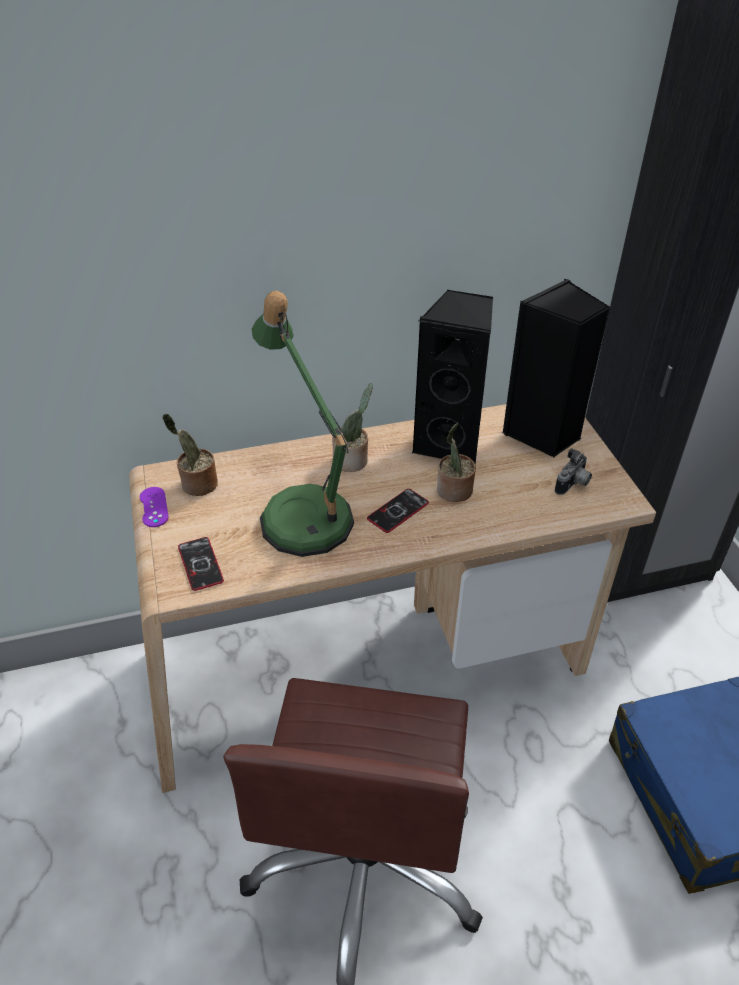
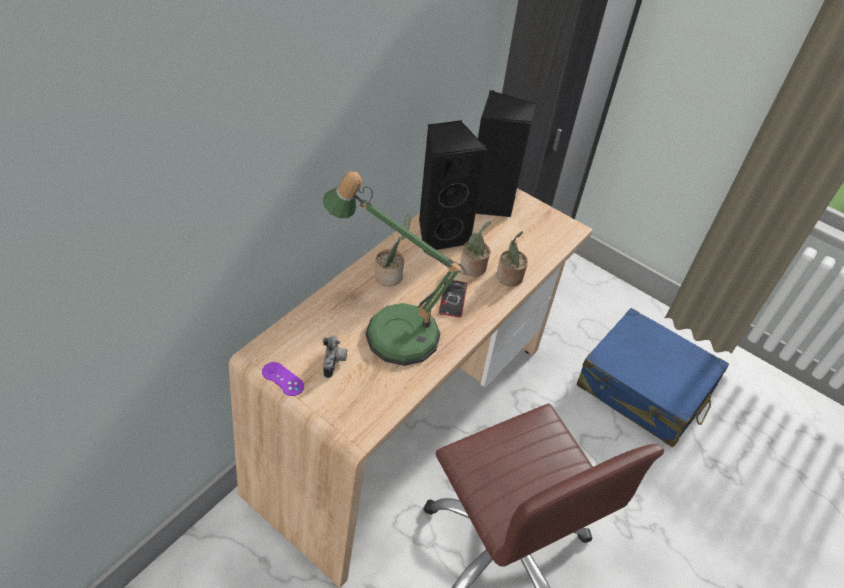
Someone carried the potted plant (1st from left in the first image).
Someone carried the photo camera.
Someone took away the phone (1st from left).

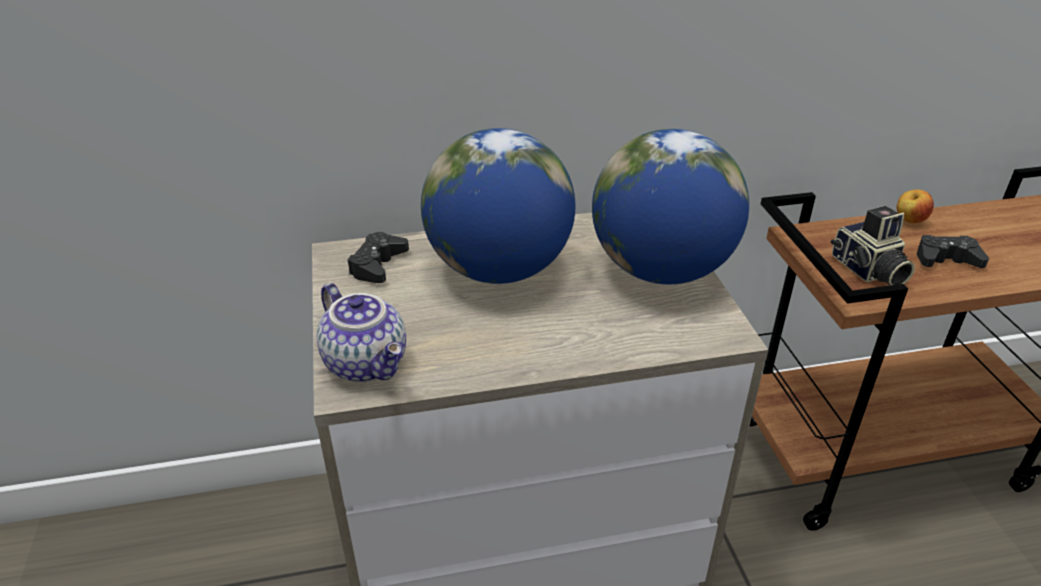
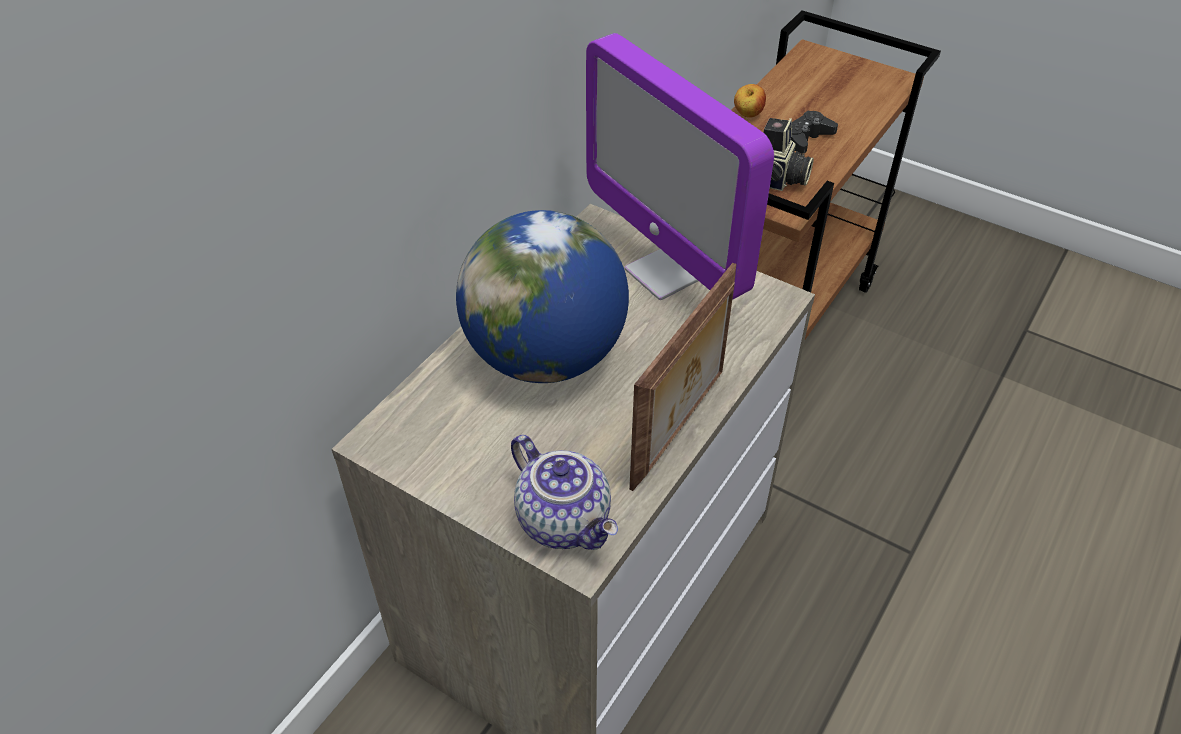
Someone swapped the globe (2nd from left) for the monitor.
Someone took away the black game controller (1st from left).
Someone rotated the teapot by 45 degrees clockwise.
Someone put down the picture frame.

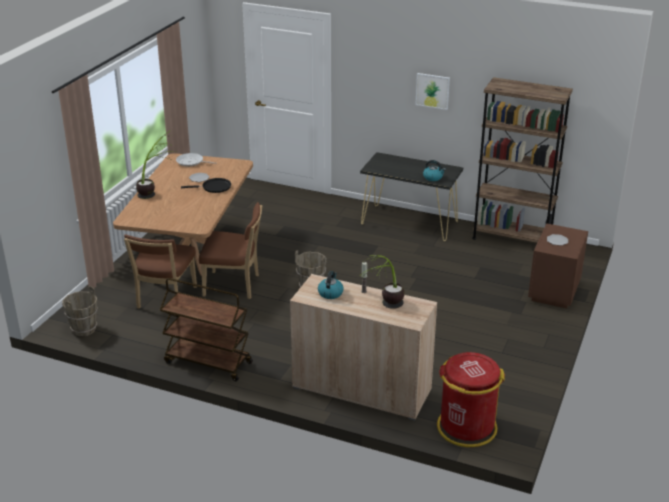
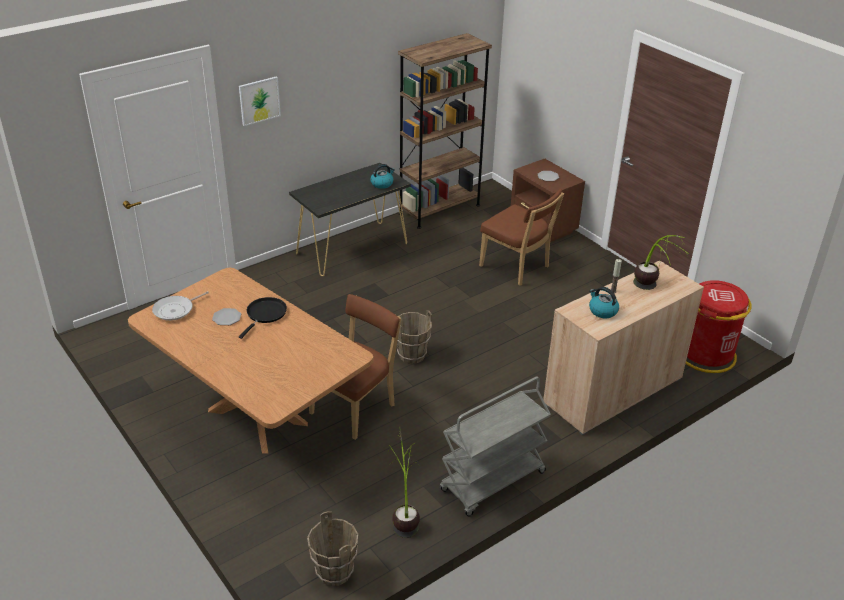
Someone carried the picture.
Someone carried the potted plant (1st from left).
Someone carried the brown chair (1st from left in the first image).
Someone repainted the brown cart, which became the grey cart.

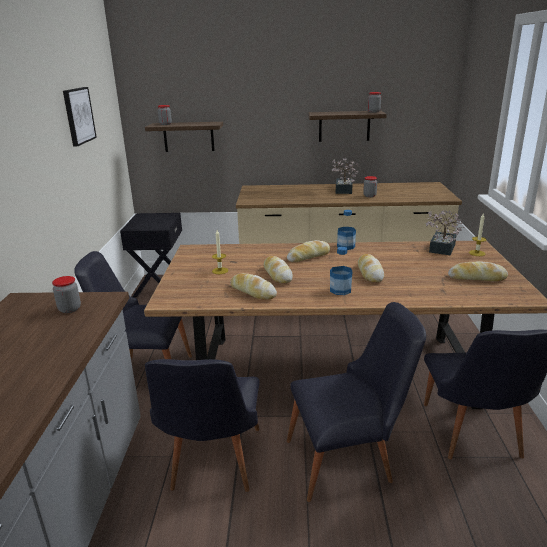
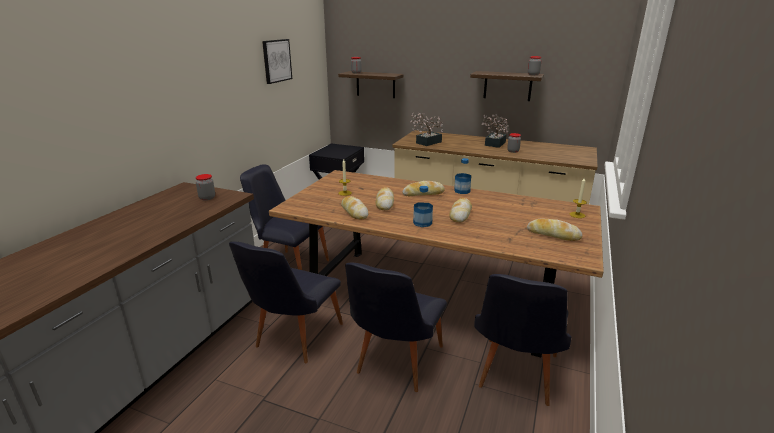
Someone carried the potted plant (2nd from left in the first image).
Someone rotated the black chair (3rd from left) by 105 degrees clockwise.

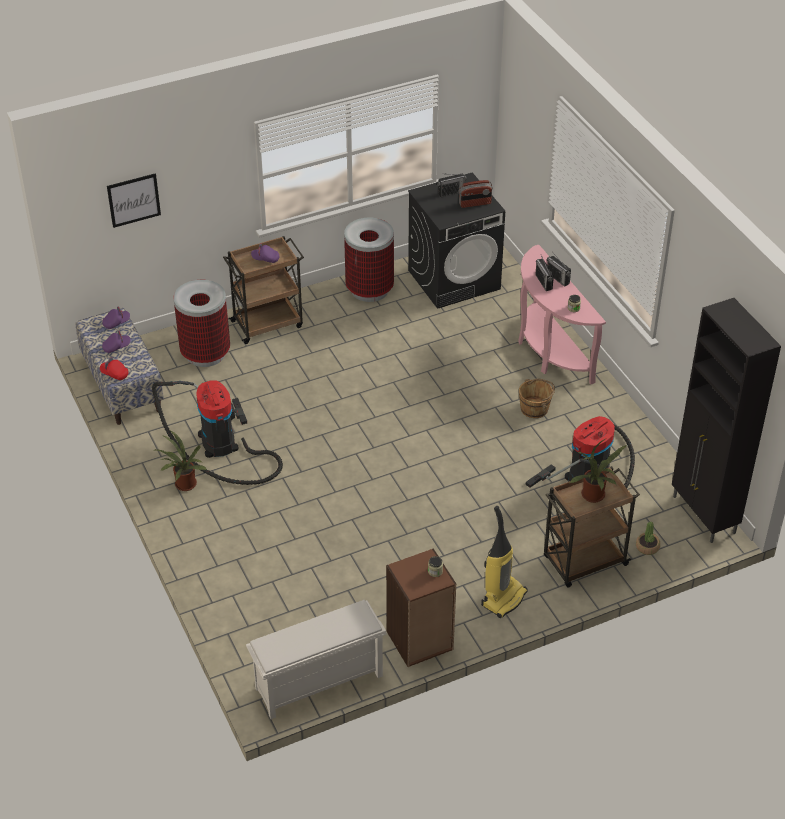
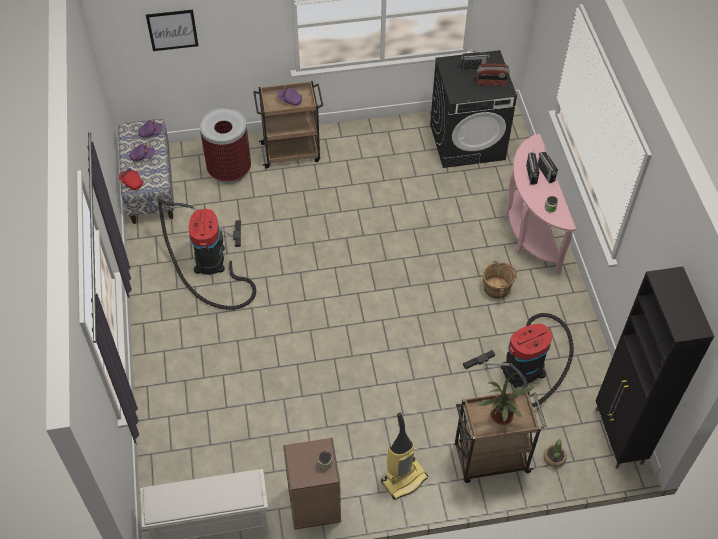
Someone took away the trash can (2nd from left).
Someone took away the potted plant (1st from left).

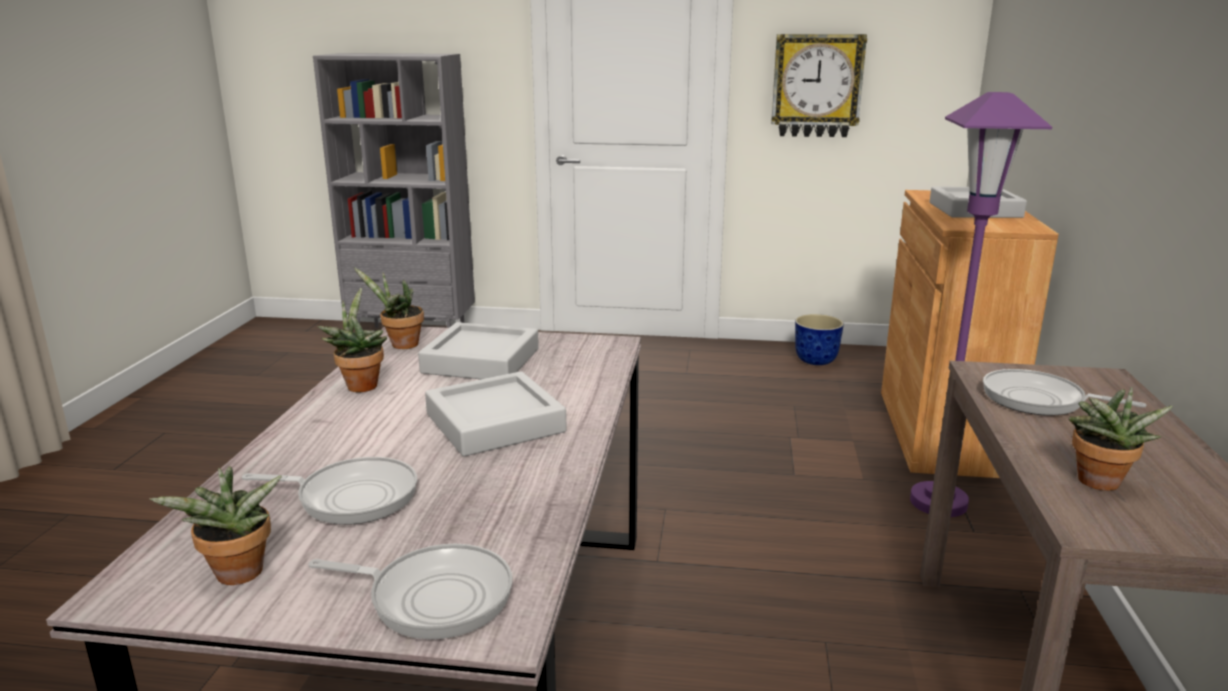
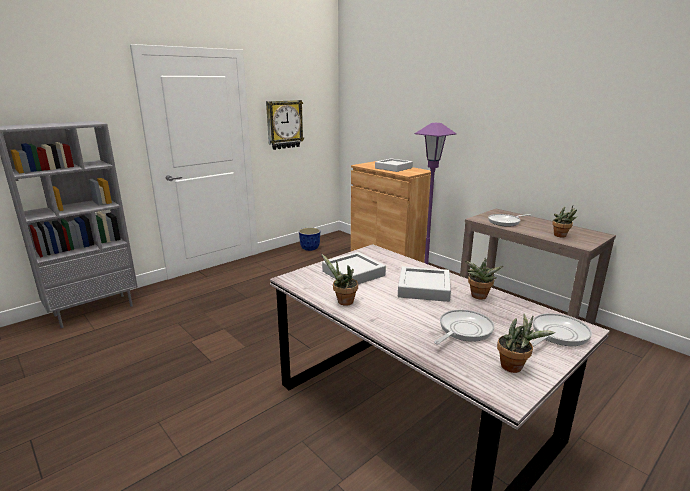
Someone carried the potted plant (3rd from left in the first image).

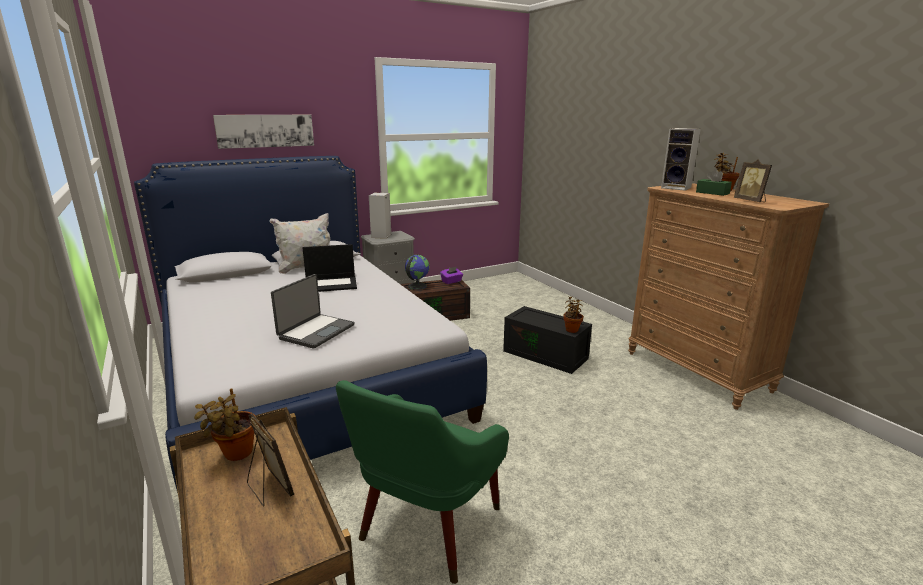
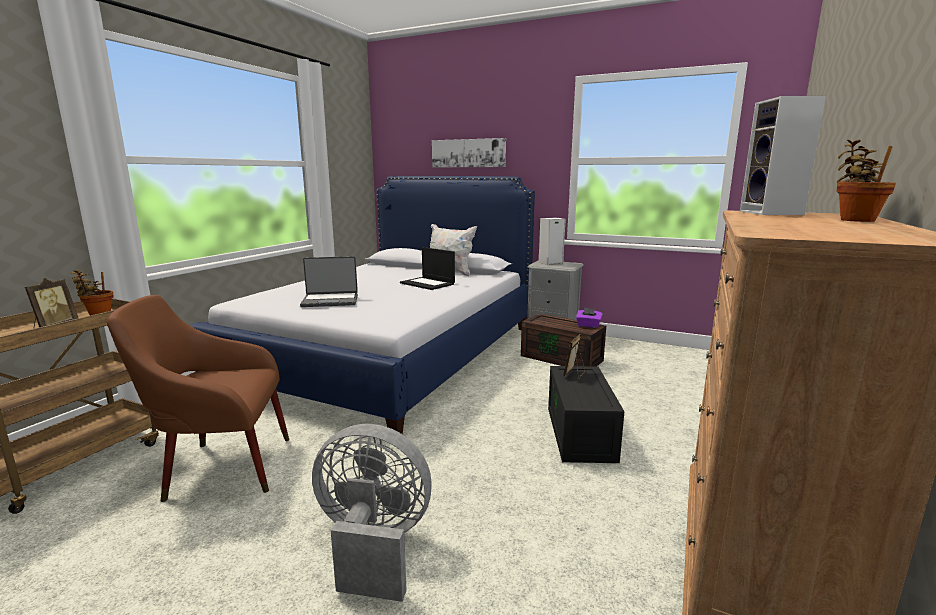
Someone carried the picture frame (2nd from left).
Someone took away the green tissue box.
Someone took away the globe.
Someone took away the potted plant (2nd from left).
Someone repainted the green armchair, which became the brown armchair.
Someone put down the grey fan.

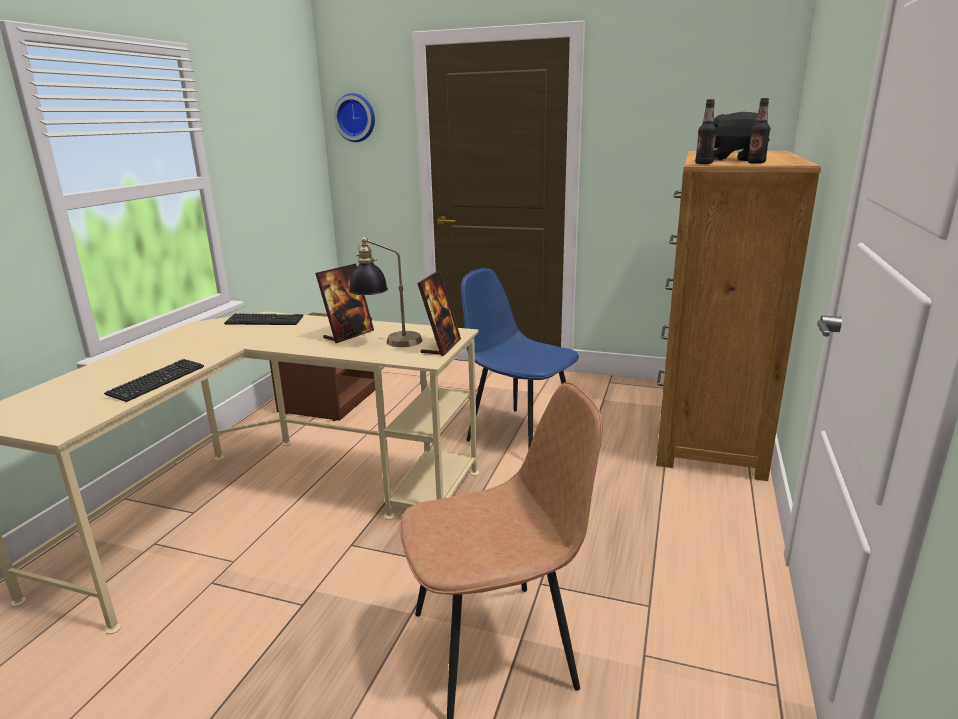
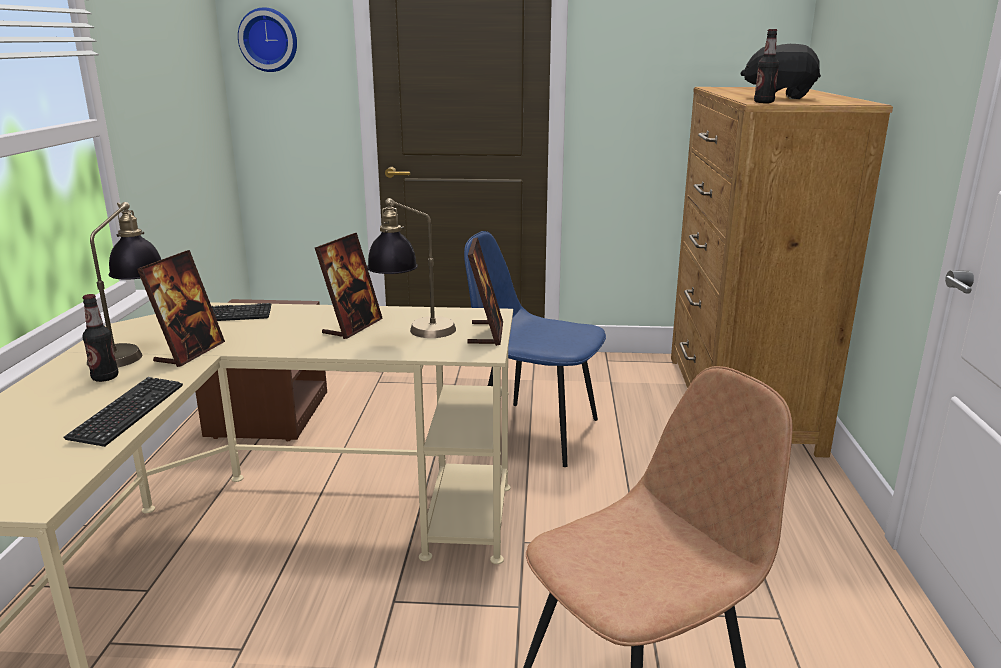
Someone carried the bottle (2nd from left in the first image).
Someone put down the table lamp (1st from left).
Someone put down the picture frame (1st from left).

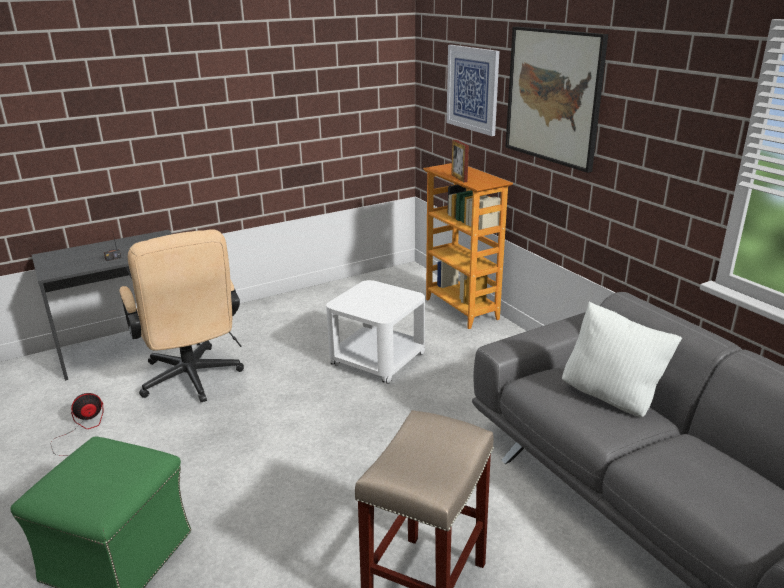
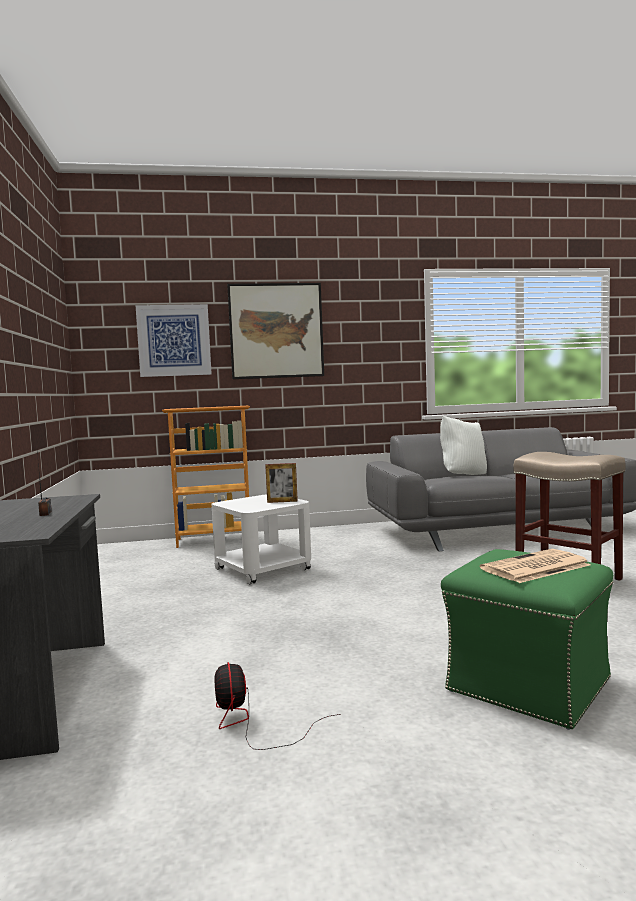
Someone carried the picture frame.
Someone took away the beige office chair.
Someone put down the newspaper.

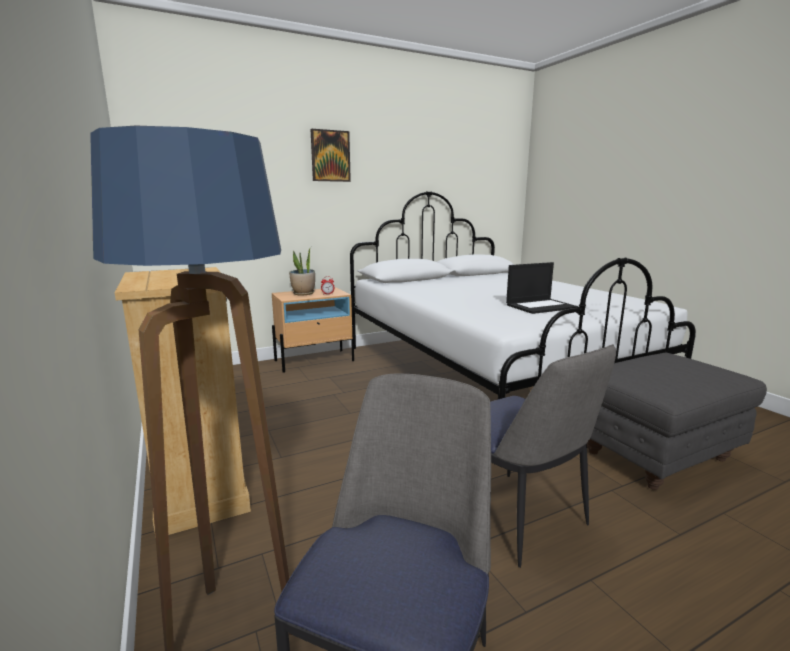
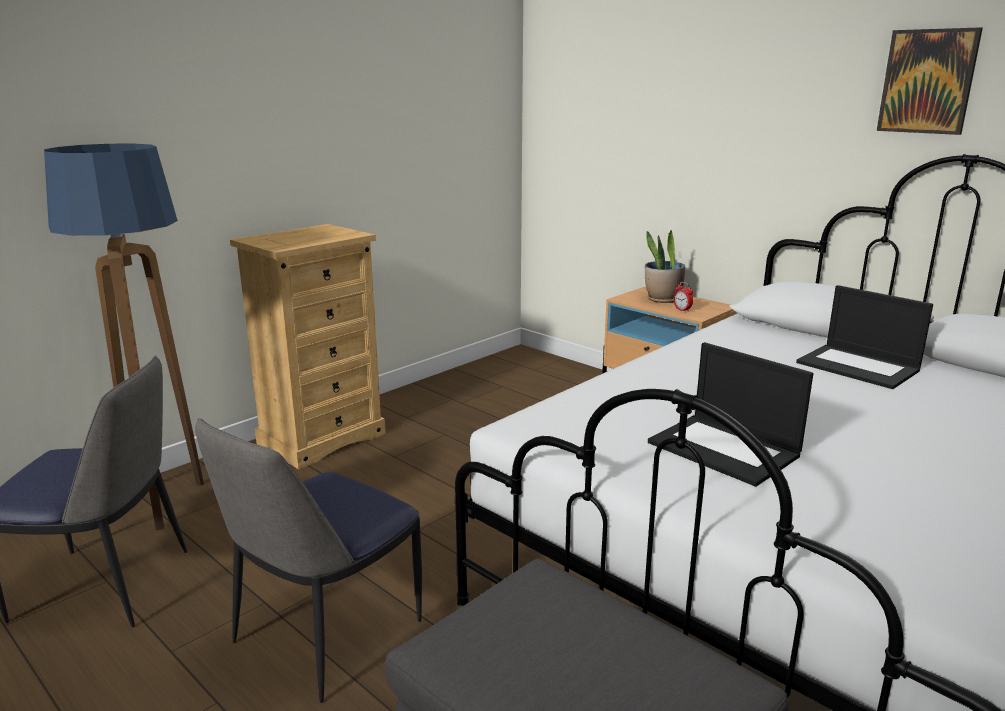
Someone carried the picture.
Someone put down the laptop (2nd from left).

